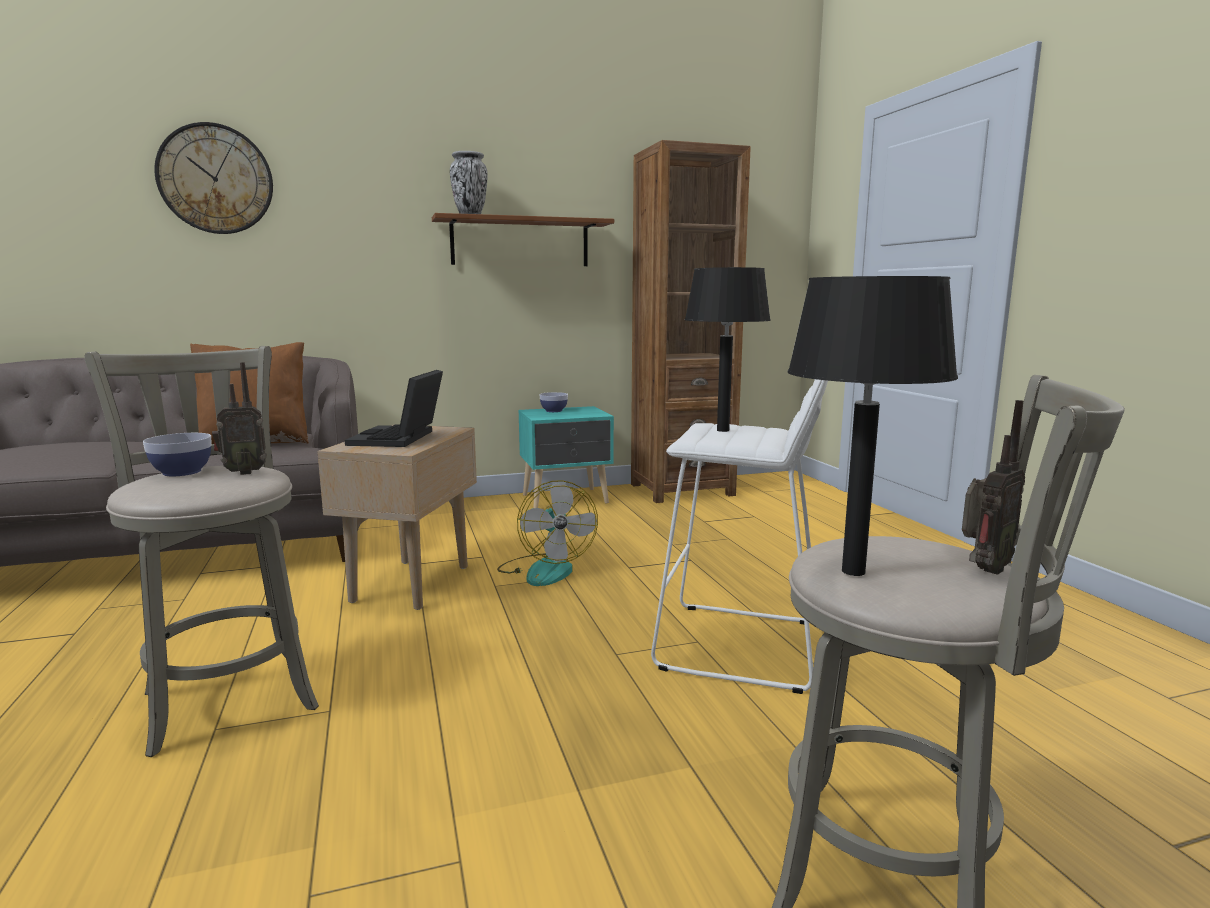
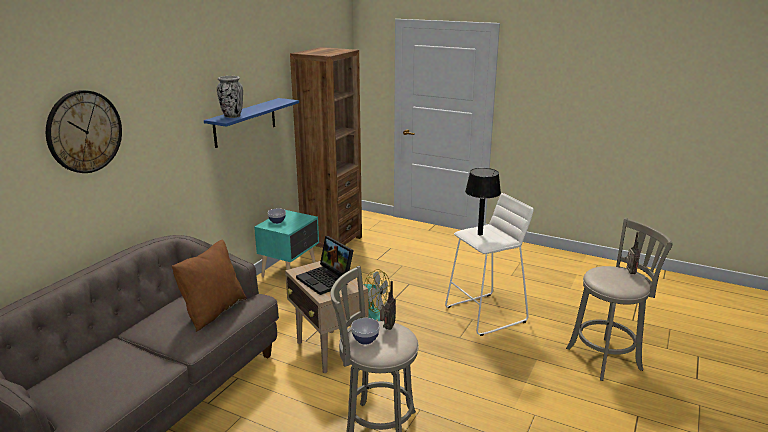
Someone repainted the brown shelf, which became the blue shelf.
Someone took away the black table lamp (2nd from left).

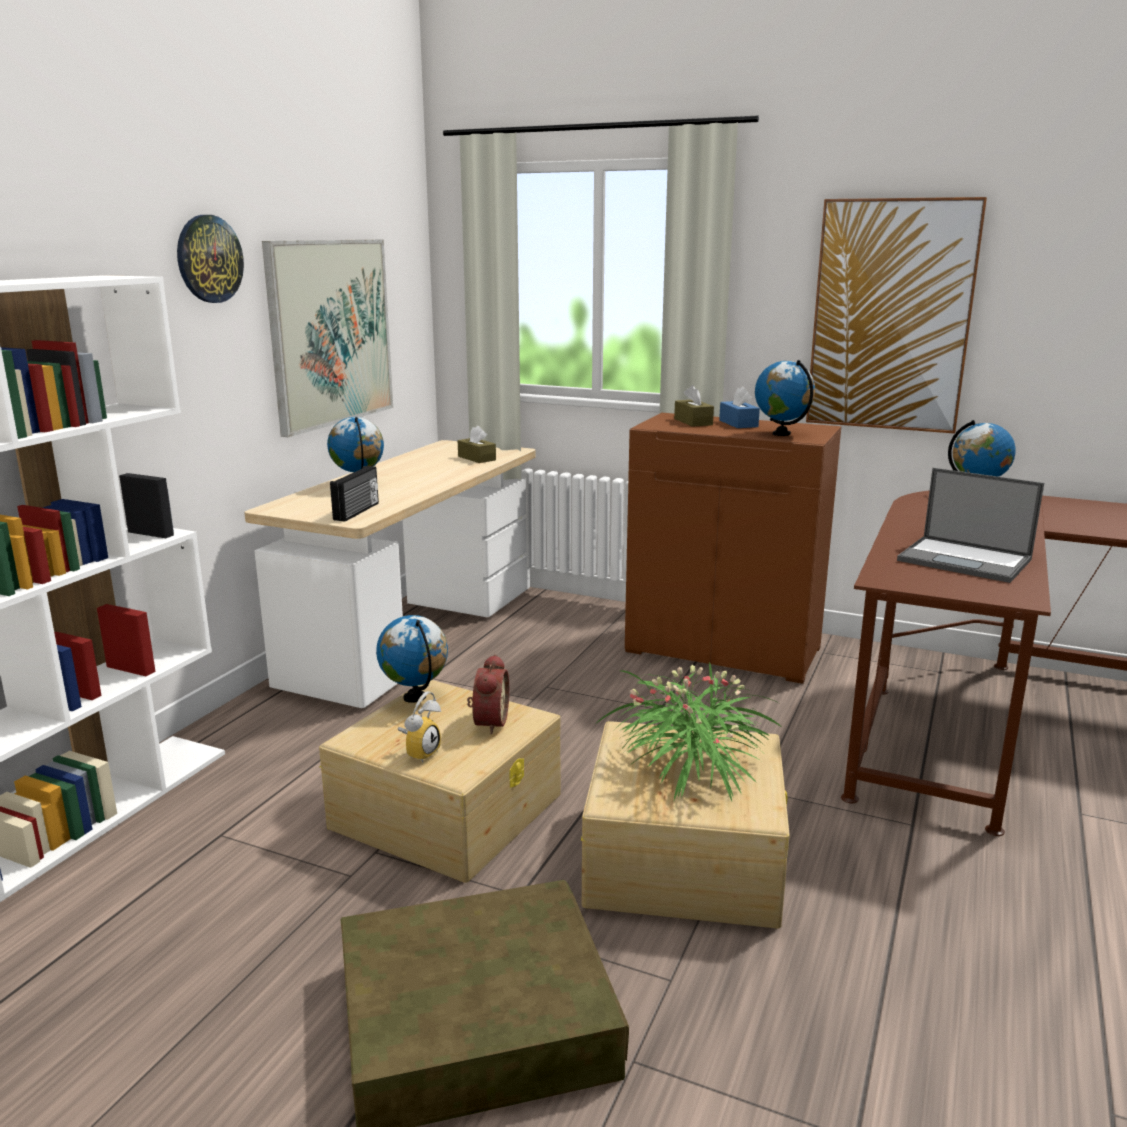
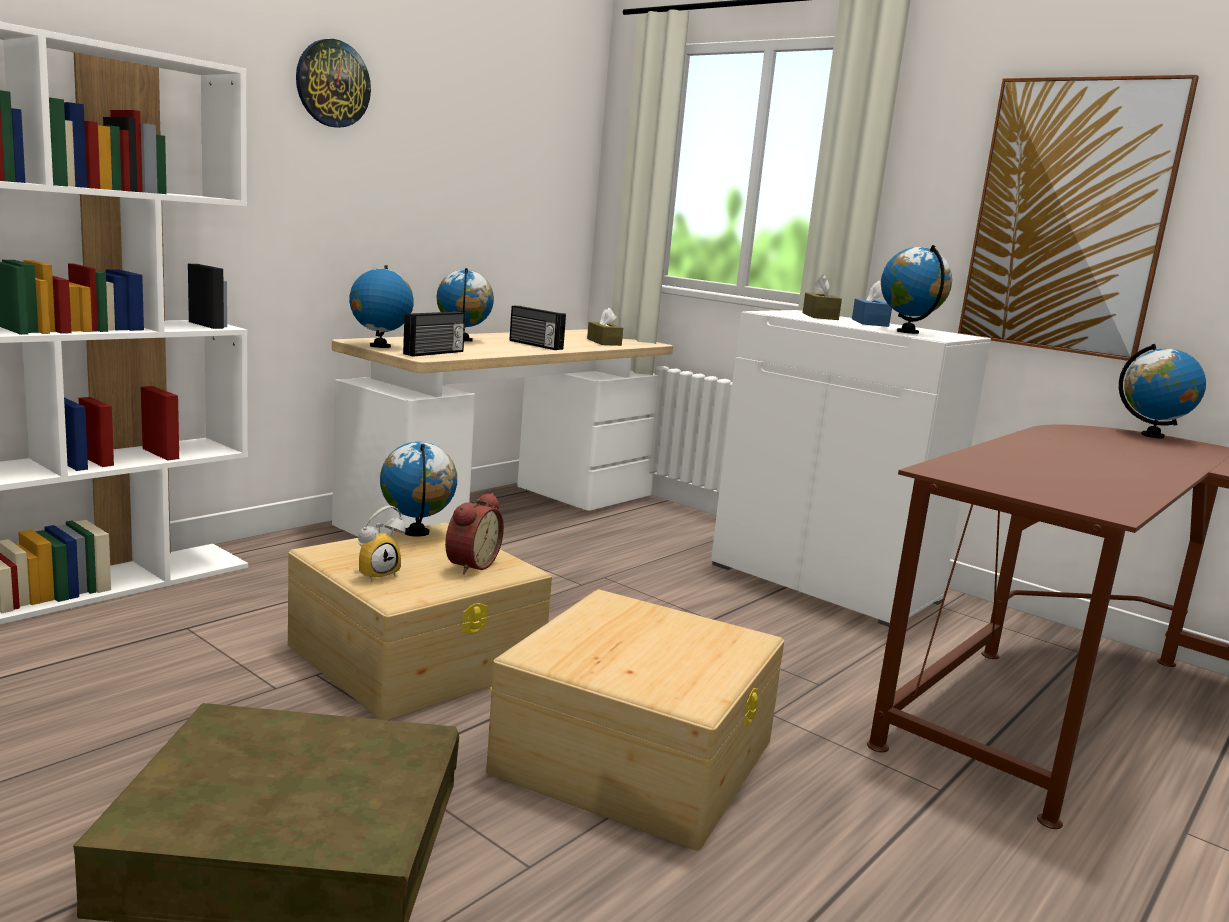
Someone took away the picture (1st from left).
Someone repainted the brown cabinet, which became the white cabinet.
Someone took away the laptop.
Someone took away the potted plant.
Someone put down the globe (1st from left).
Someone put down the radio (2nd from left).

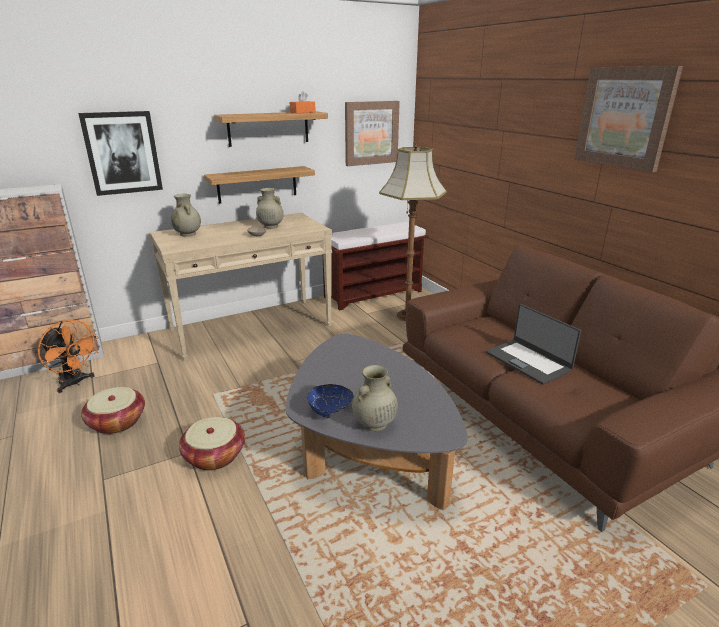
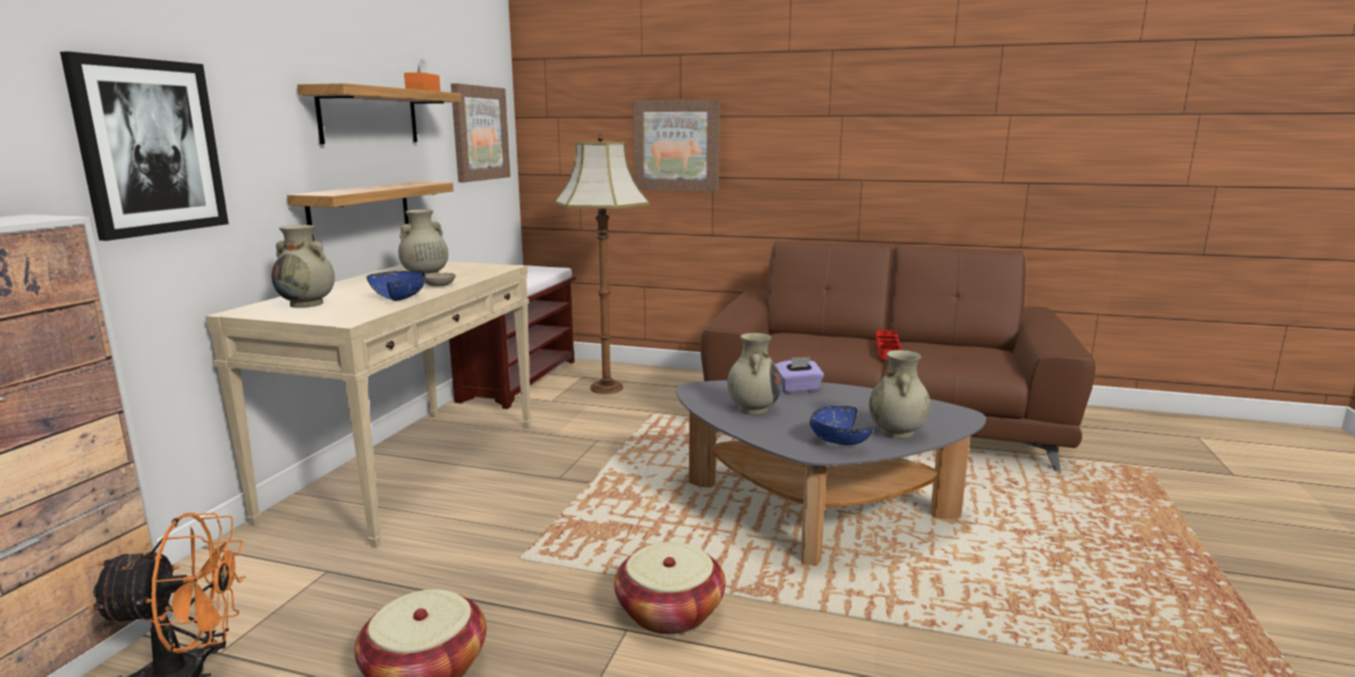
Someone carried the picture (3rd from left).
Someone swapped the laptop for the red tray.
Someone put down the blue bowl (1st from left).
Someone put down the beige vase (3rd from left).
Someone put down the purple tissue box.

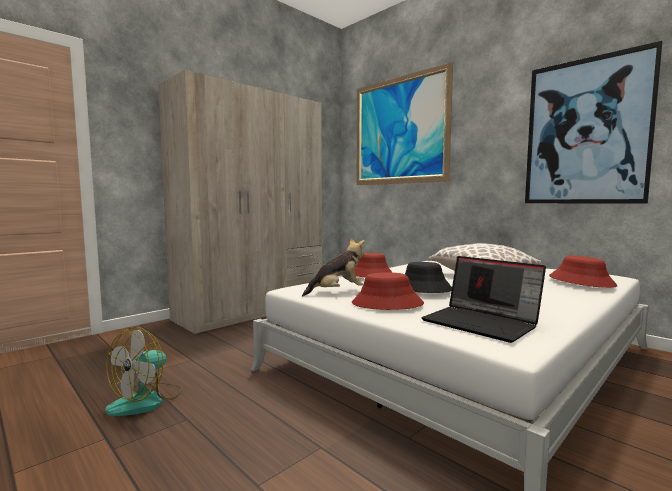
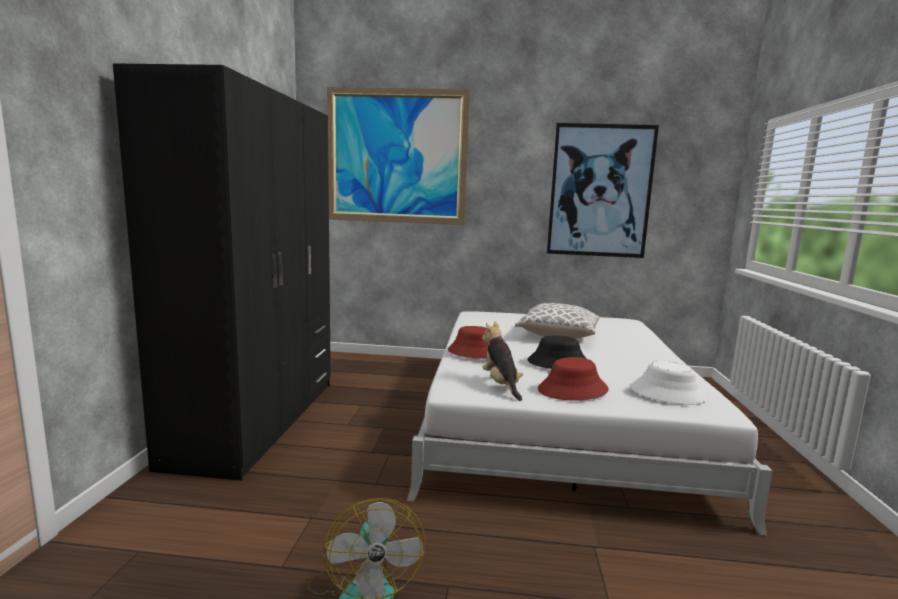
Someone repainted the beige wardrobe, which became the black wardrobe.
Someone rotated the plush toy by 45 degrees counterclockwise.
Someone swapped the laptop for the white hat.
Someone took away the red hat (3rd from left).

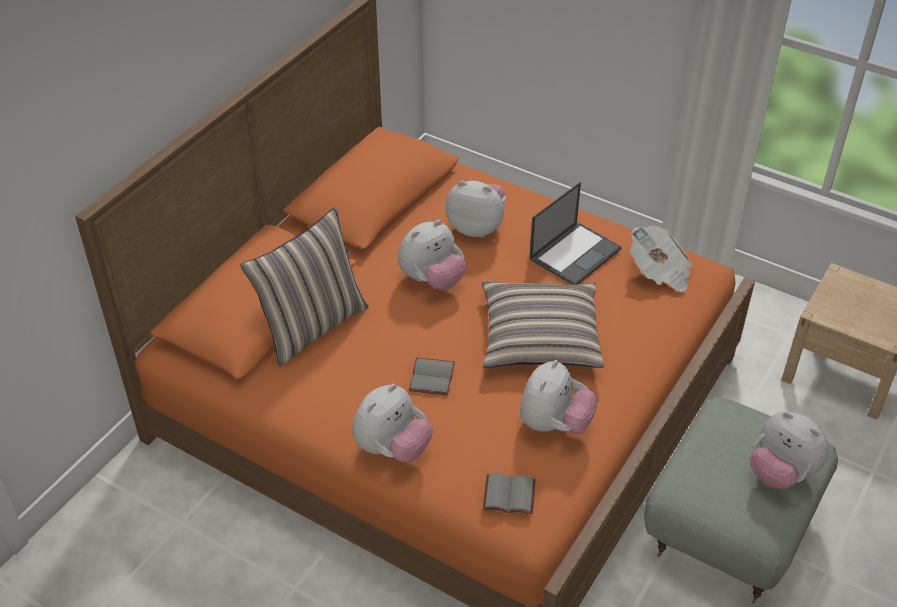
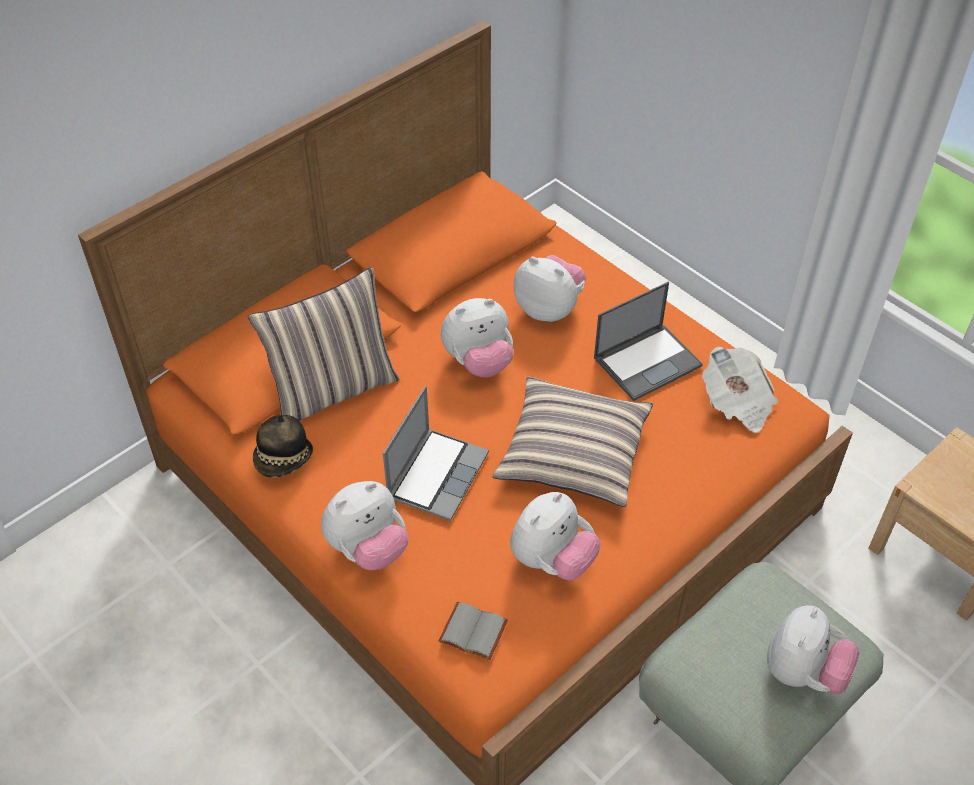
Someone swapped the grey book (1st from left) for the laptop (1st from left).
Someone rotated the plush toy (5th from left) by 120 degrees counterclockwise.
Someone put down the hat.

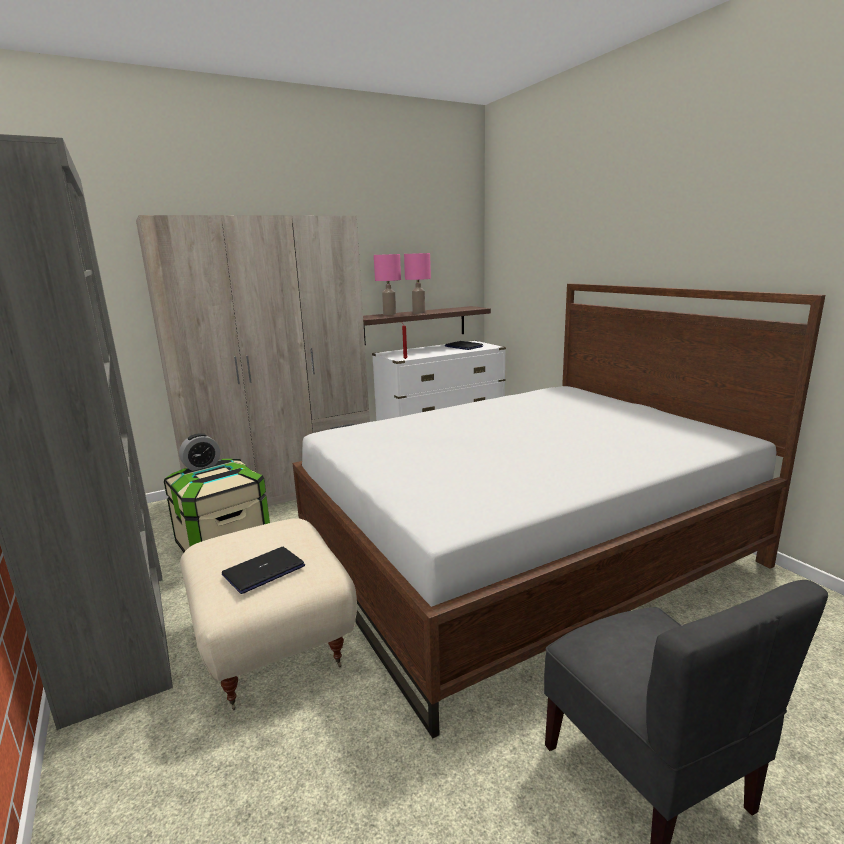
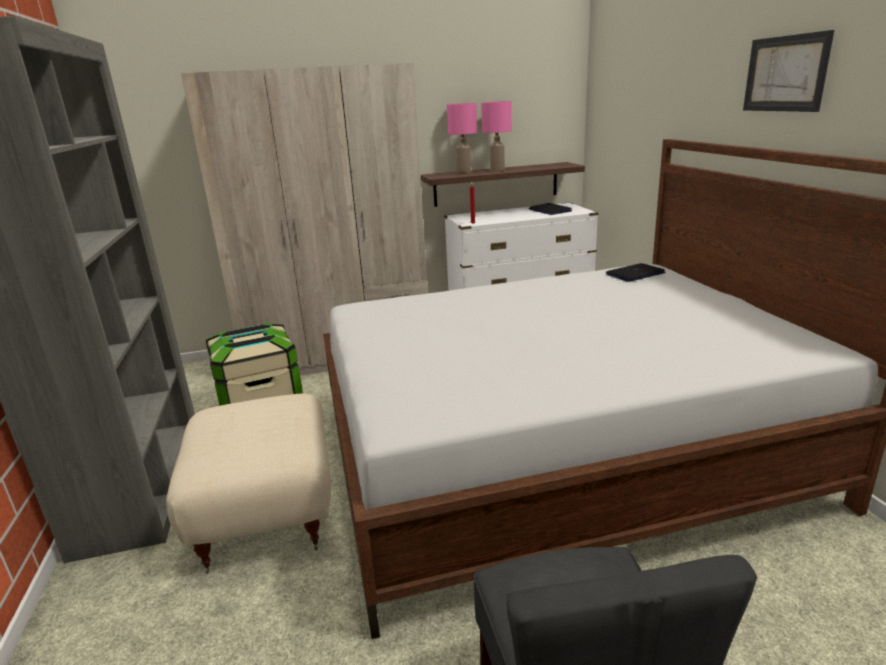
Someone took away the alarm clock.
Someone carried the laptop (1st from left in the first image).
Someone put up the picture.

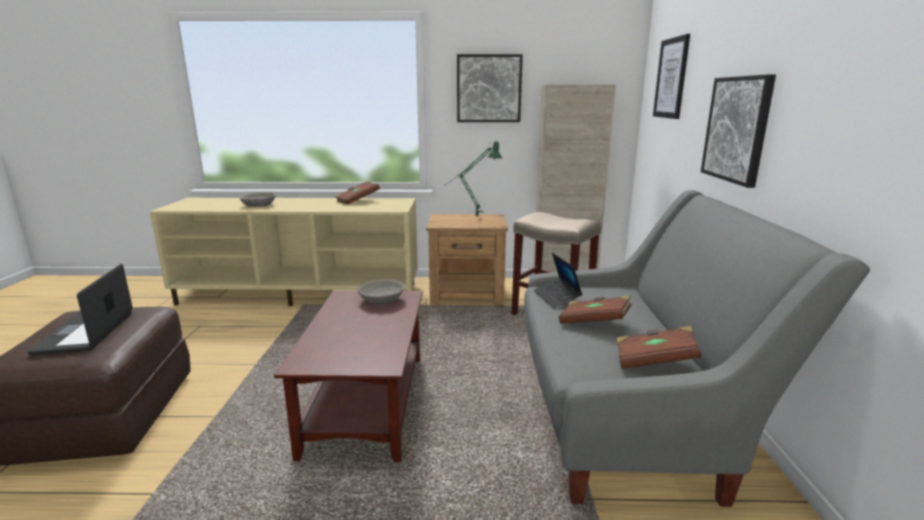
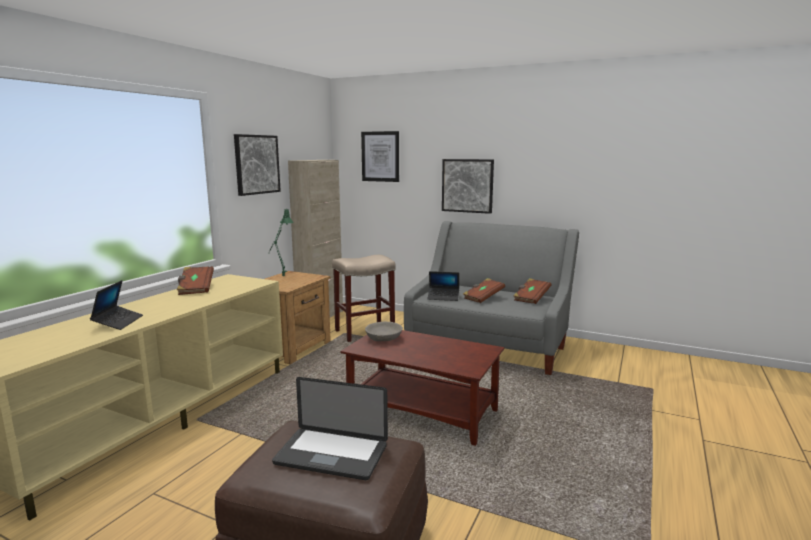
Someone swapped the grey bowl (1st from left) for the laptop (1st from left).

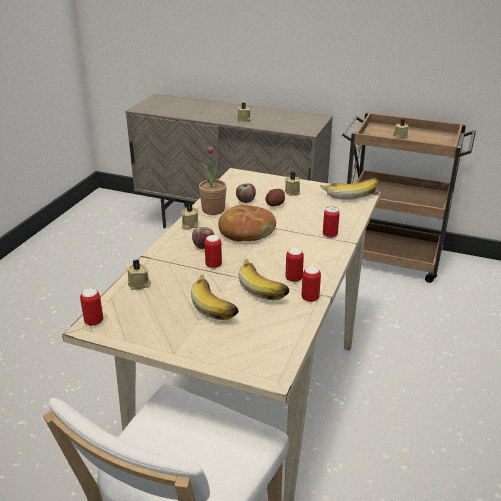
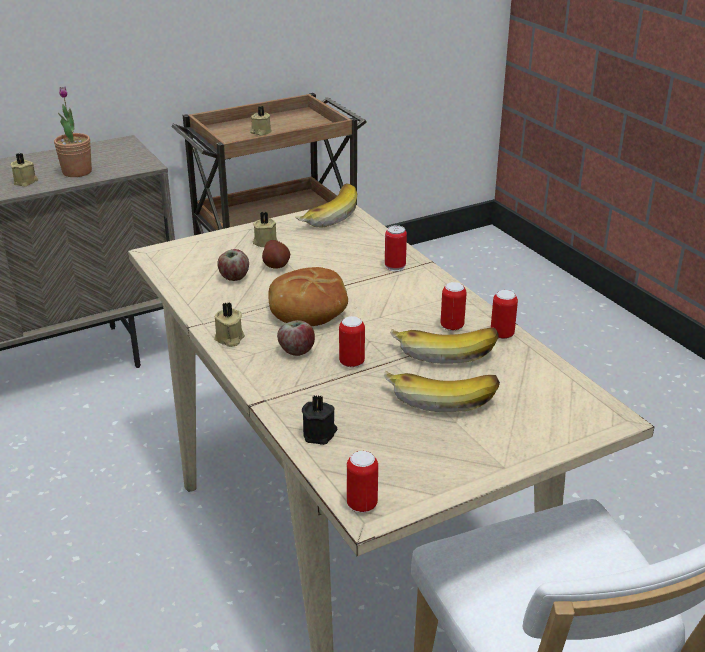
Someone carried the potted plant.
Someone repainted the beige candle (1st from left), which became the black candle.

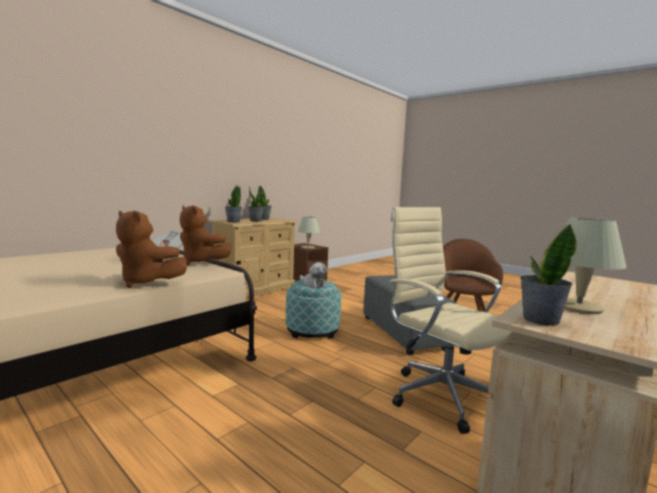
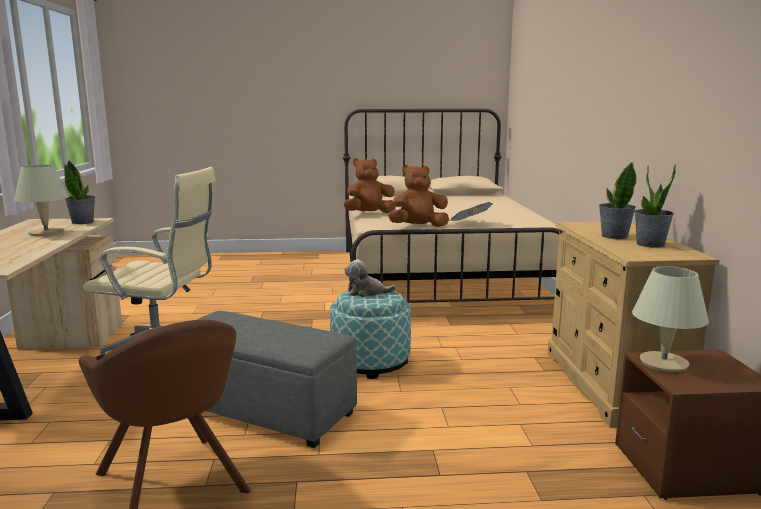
Someone took away the potted plant (1st from left).

